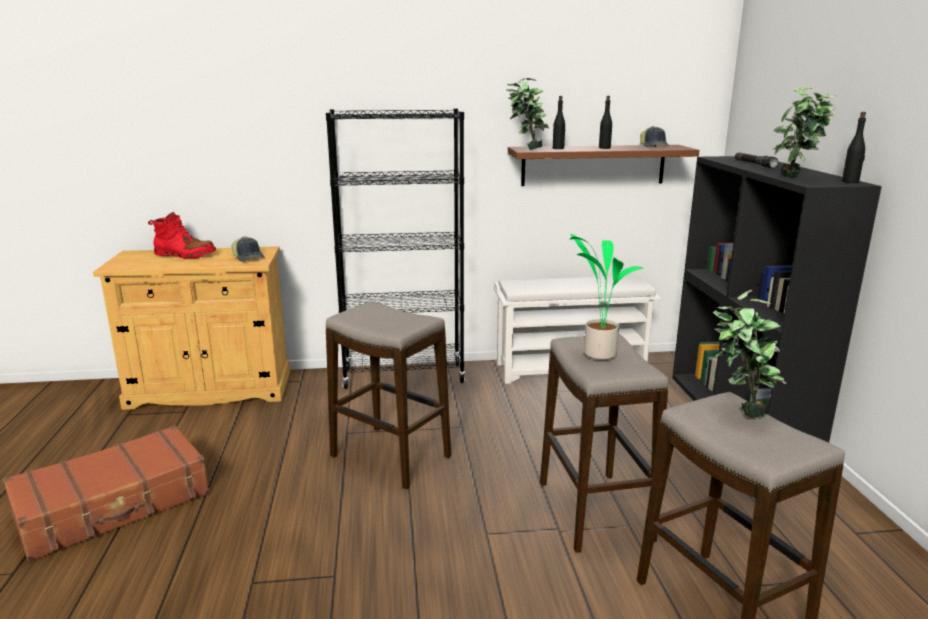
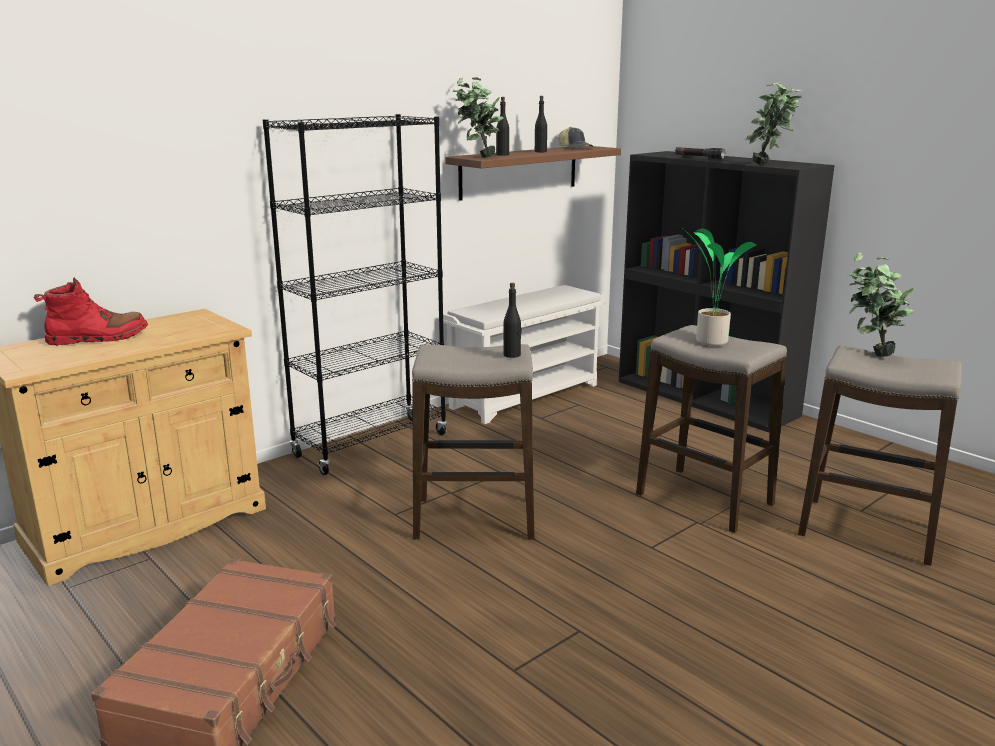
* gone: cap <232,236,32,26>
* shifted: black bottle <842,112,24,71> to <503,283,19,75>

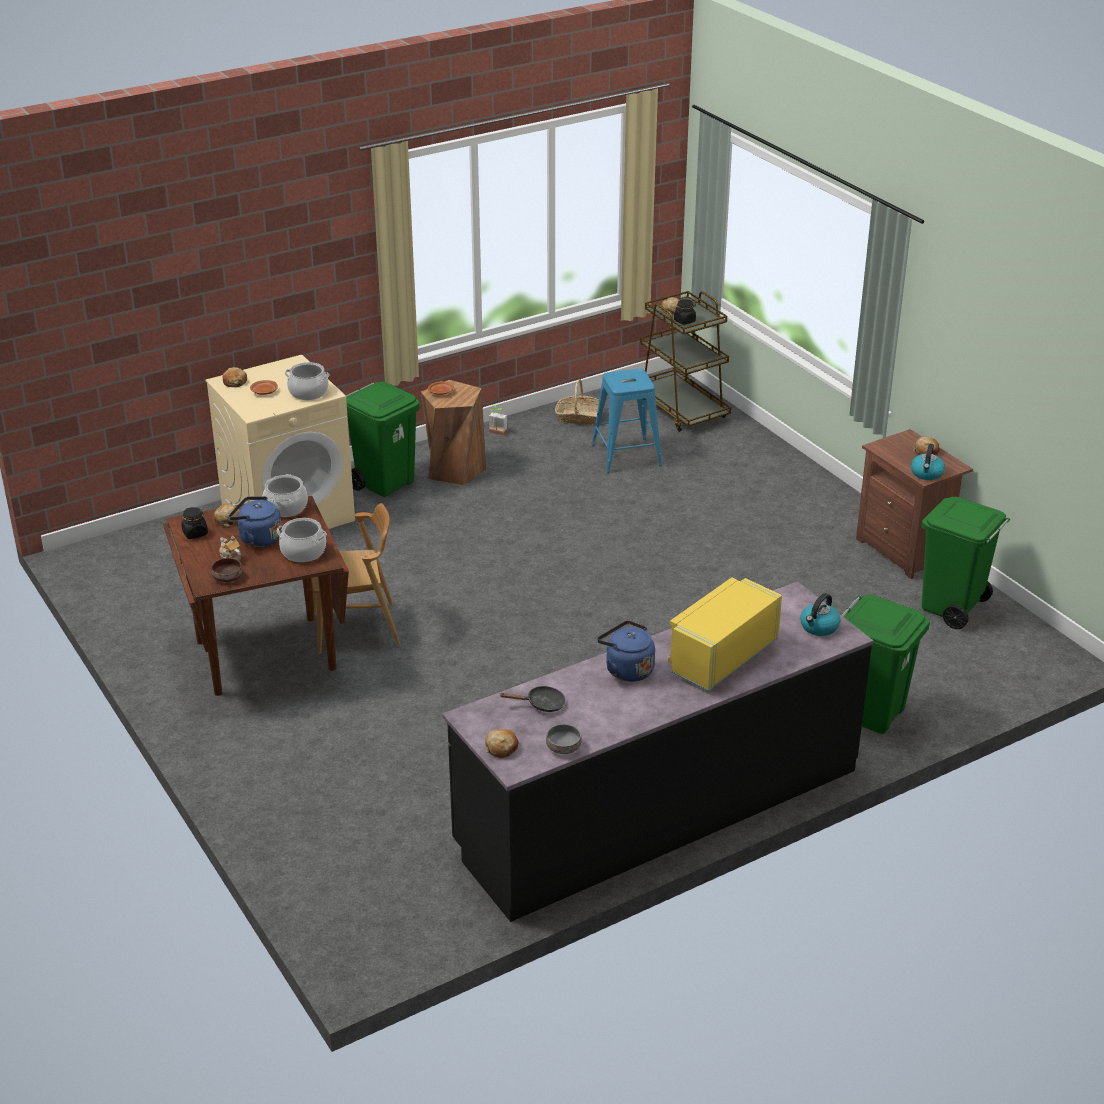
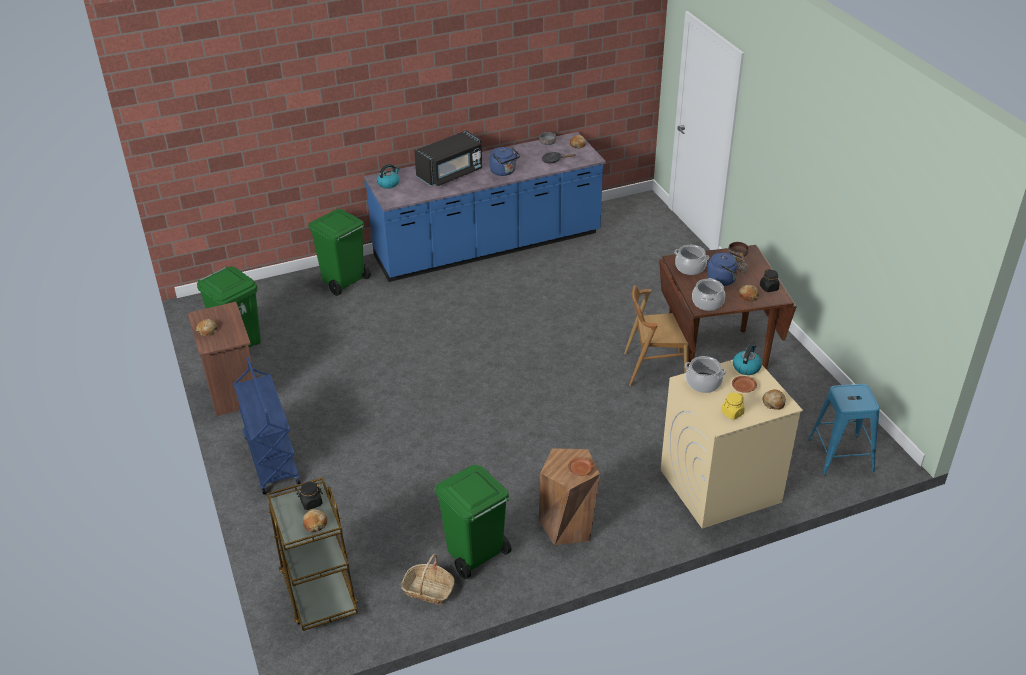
* gone: potted plant <489,405,18,31>
* new: blue cart <233,357,68,138>
* new: yellow jar <721,393,24,27>
* shifted: green trash can <346,382,74,115> to <435,465,76,114>
* shifted: blue stool <592,369,70,104> to <808,384,72,91>
* shifted: kettle <911,444,34,36> to <733,344,29,31>
* repainted: black counter <442,581,431,341> to blue counter <364,132,242,150>
* repainted: yellow microwave <668,577,114,114> to black microwave <414,131,68,55>

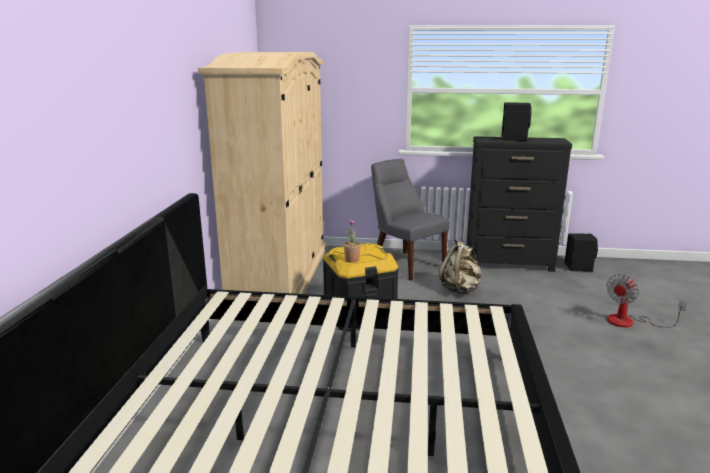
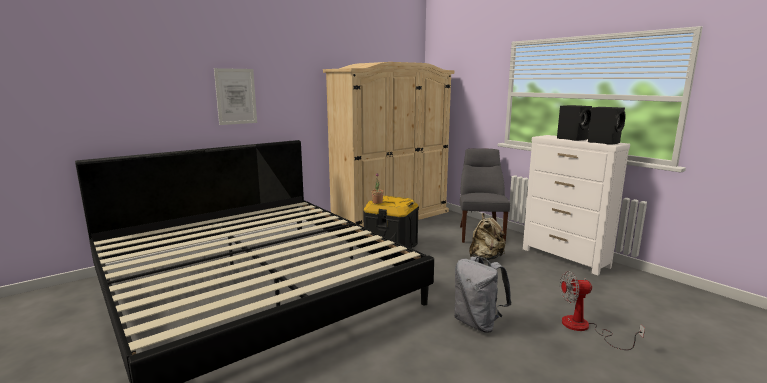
* new: picture <214,68,43,57>
* new: grey backpack <454,256,57,77>
* shifted: black speaker <564,233,34,39> to <588,107,38,38>
* repainted: black dresser <466,136,106,136> to white dresser <523,135,107,140>

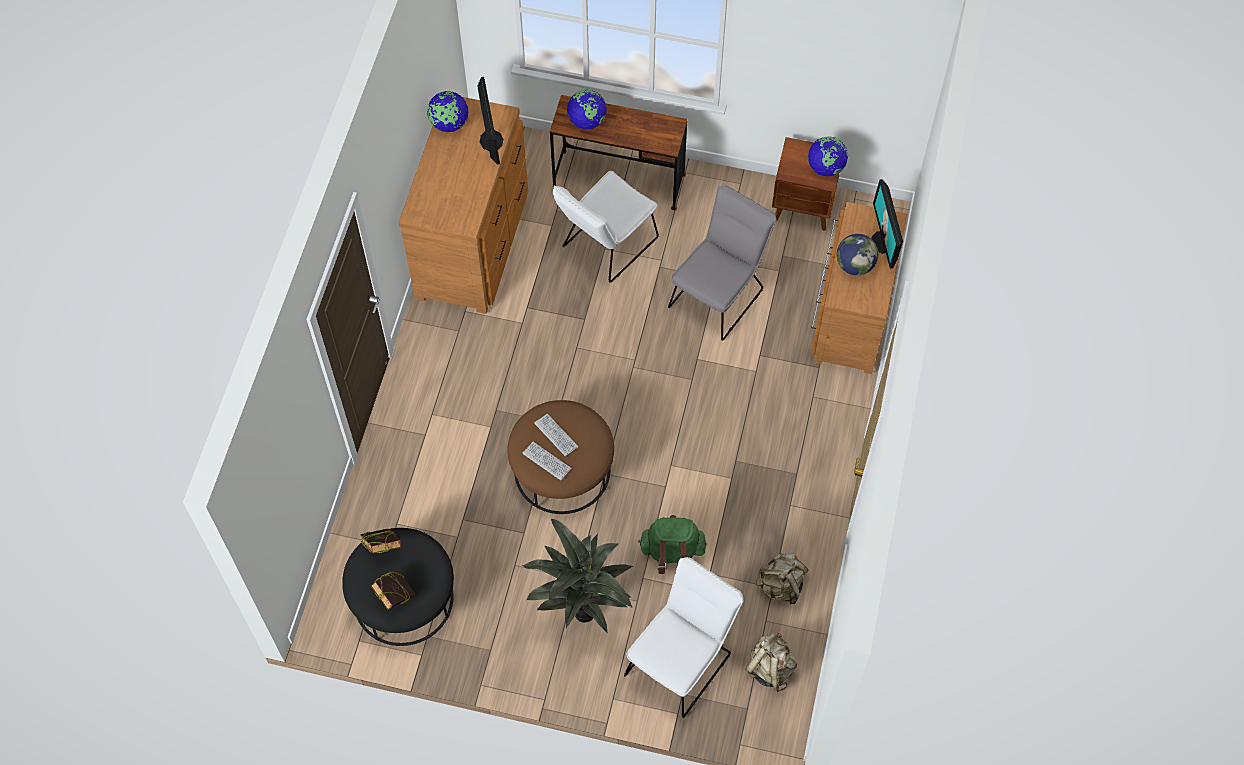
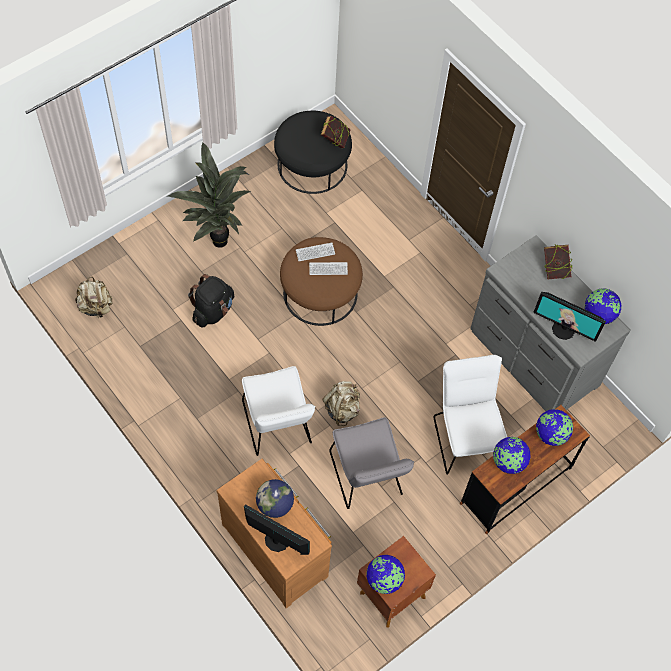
* new: globe <493,437,38,37>
* shifted: book <371,570,44,40> to <544,244,28,35>
* shifted: white chair <624,557,119,161> to <242,366,74,90>
* shifted: beige backpack <756,553,53,51> to <322,381,38,45>
* repainted: brown dresser <399,97,129,217> to grey dresser <470,235,161,176>
* repainted: green backpack <638,515,69,59> to black backpack <188,274,46,53>

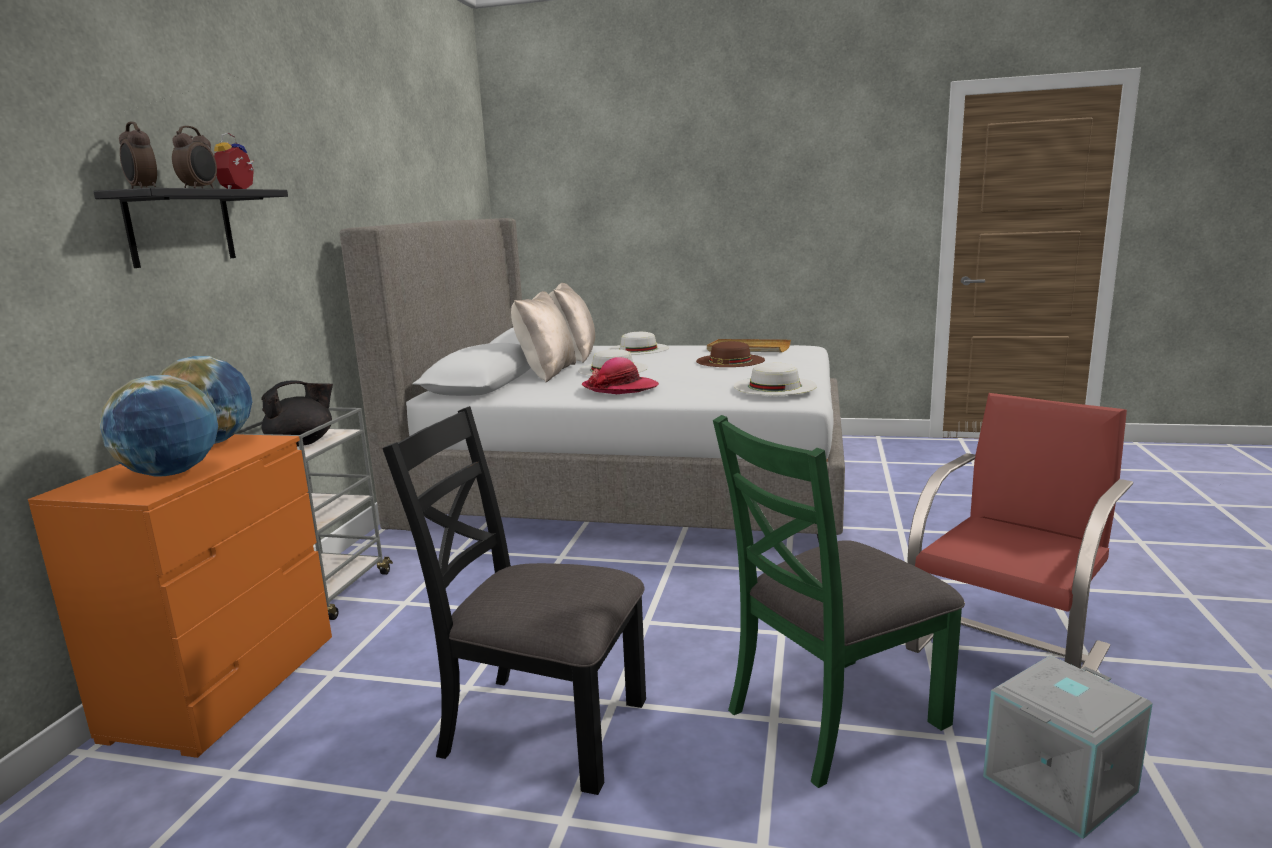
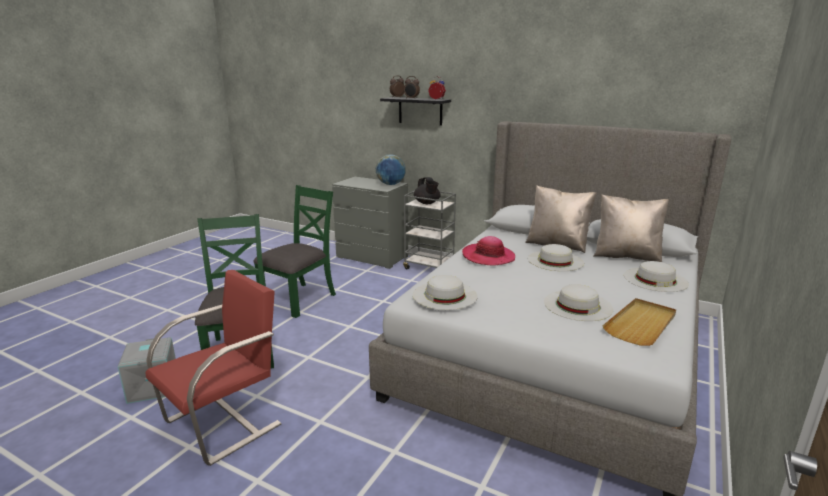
* gone: globe <99,375,119,102>
* repainted: orange dresser <28,434,304,324> to grey dresser <332,177,76,92>
* repainted: black chair <382,406,264,389> to green chair <254,185,82,133>
* repainted: brown hat <696,341,69,26> to white hat <544,284,69,37>
* rotated: red chair <906,393,227,282> = <145,270,137,196> 105 degrees counterclockwise

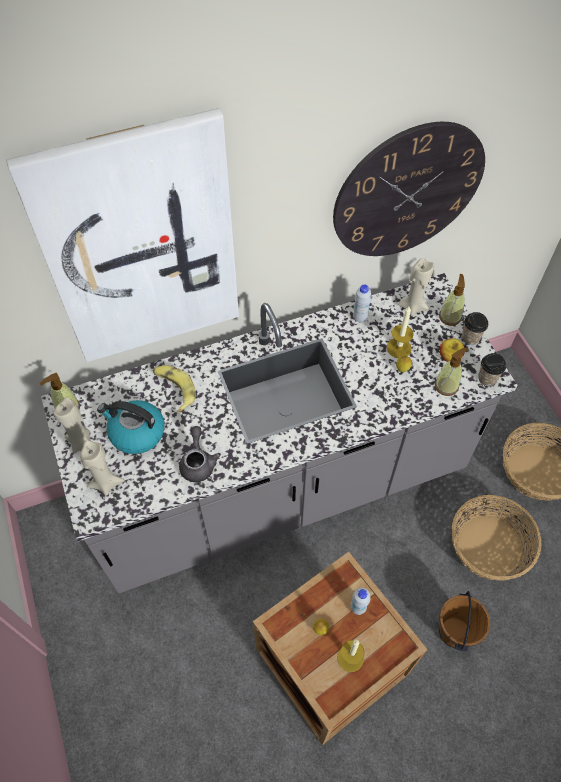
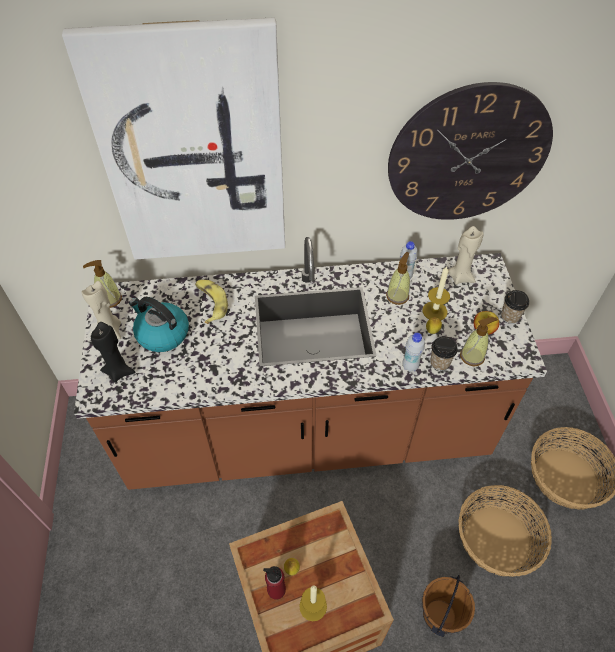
* gone: grey teapot <179,426,42,56>
* new: red bottle <263,566,23,34>
* shifted: white bottle <350,588,21,27> to <402,333,23,39>
* shifted: soap dispenser <439,274,26,52> to <386,252,24,53>
* shifted: cup <478,353,28,33> to <430,336,28,35>
* repainted: grey counter <41,273,477,320> to brown counter <74,237,473,253>
* repainted: beige candle <80,441,45,54> to black candle <91,322,45,60>

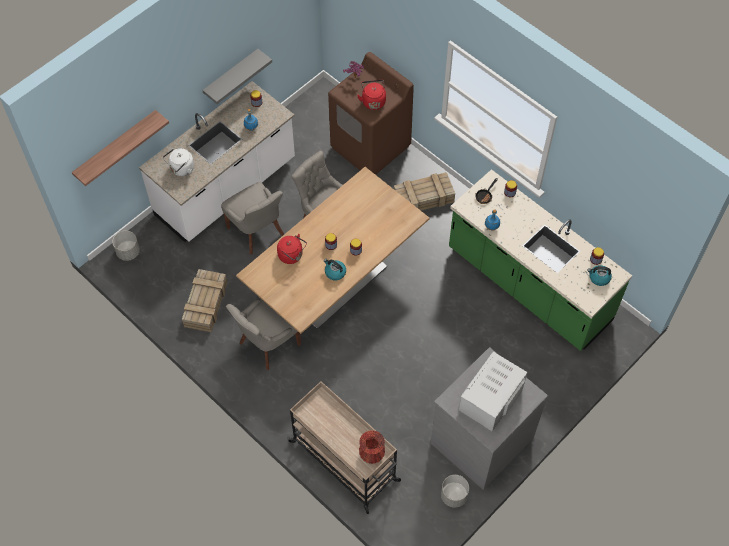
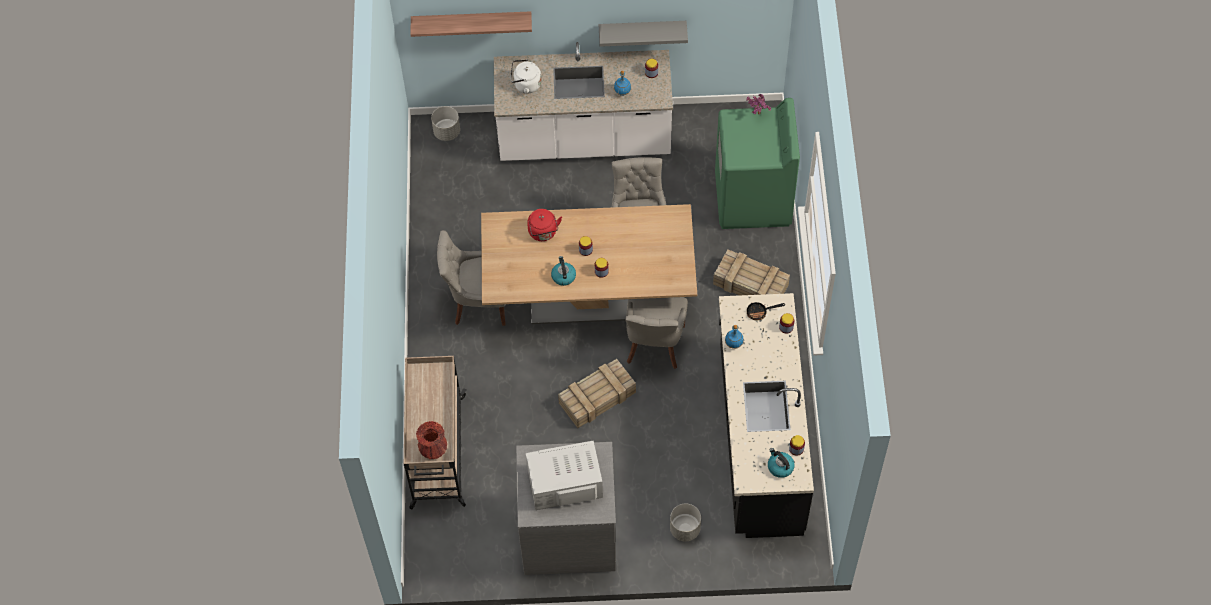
* gone: red kettle <357,80,29,30>
* shifted: crate <182,269,45,63> to <558,359,78,69>
* shifted: grey chair <221,182,63,73> to <625,297,63,72>
* shifted: grey planter <441,475,28,33> to <670,503,31,38>
* repainted: brown washing machine <328,52,86,123> to green washing machine <715,98,85,131>
* repainted: green counter <449,169,183,182> to black counter <719,293,95,245>

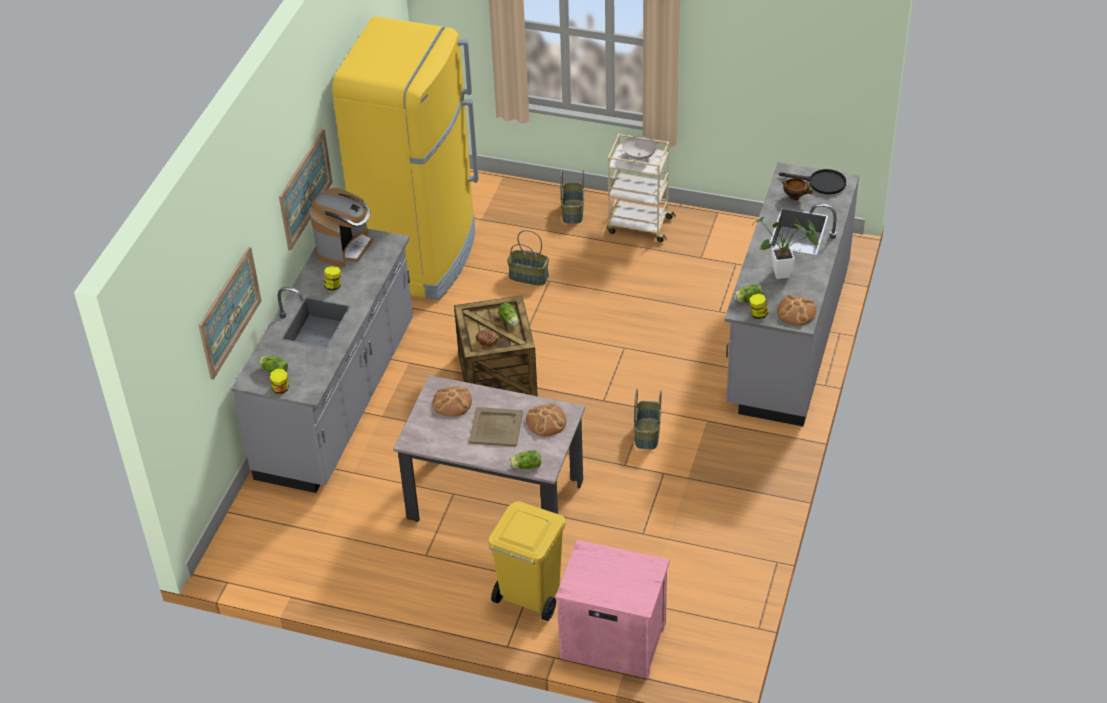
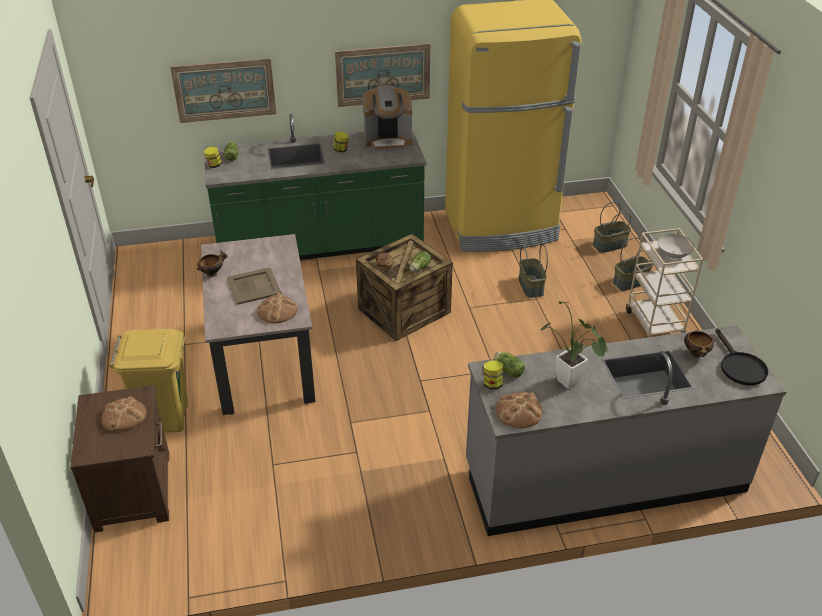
* gone: lettuce <509,450,32,19>
* new: bowl <197,250,31,27>
* shifted: bread <433,386,39,31> to <101,396,45,36>
* shifted: basket <634,389,28,60> to <593,202,38,51>
* repainted: grey counter <231,229,182,264> to green counter <204,114,222,146>
* repainted: pink nightstand <555,540,115,139> to brown nightstand <70,385,99,148>

